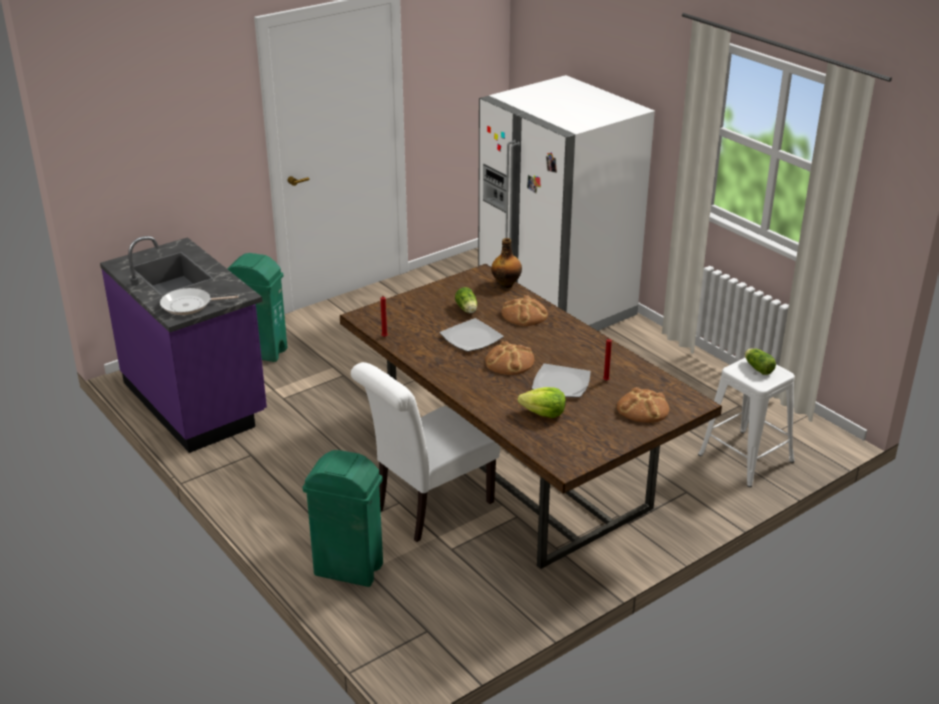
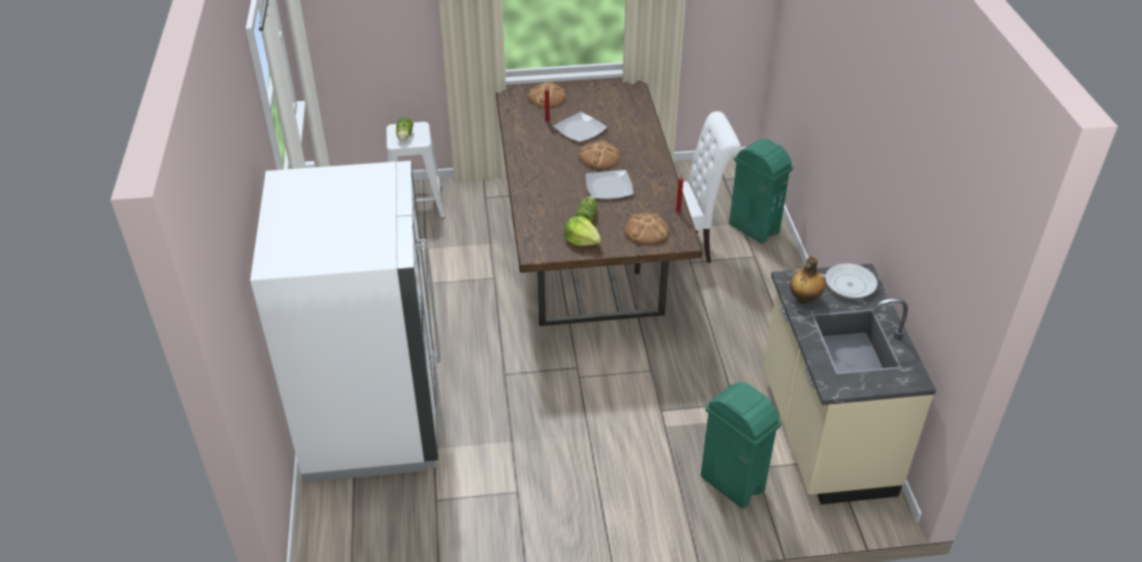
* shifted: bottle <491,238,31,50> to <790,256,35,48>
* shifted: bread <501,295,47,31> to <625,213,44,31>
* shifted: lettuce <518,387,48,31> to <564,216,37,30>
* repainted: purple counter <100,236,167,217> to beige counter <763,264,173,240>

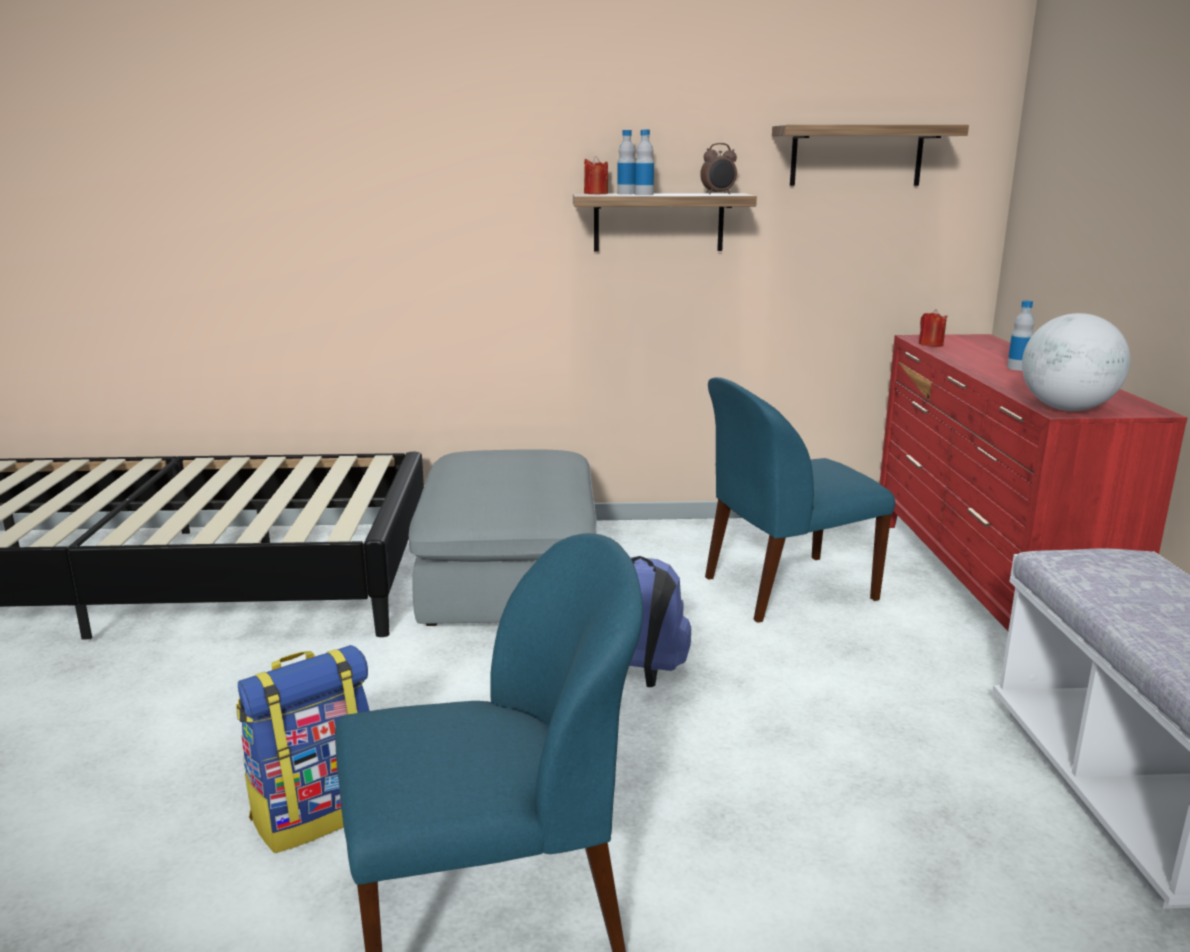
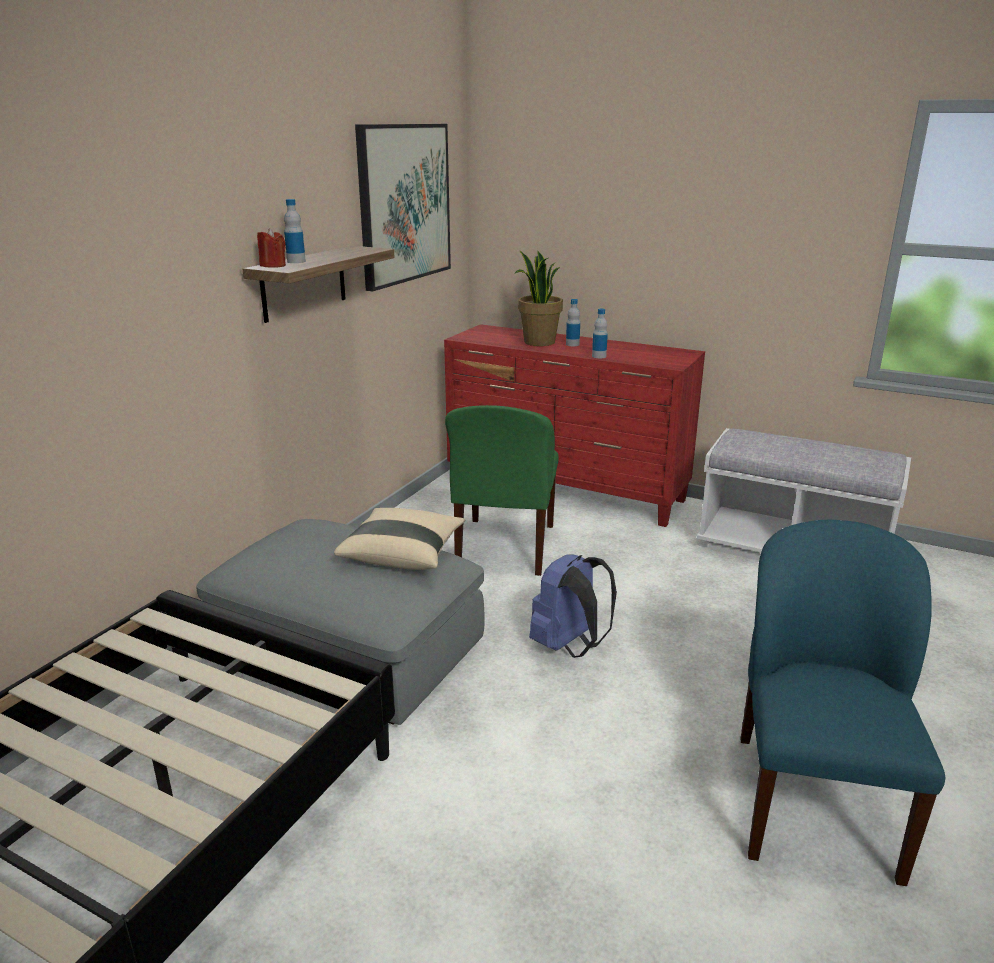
* gone: backpack <236,645,134,208>
* gone: alarm clock <700,143,37,51>
* gone: red candle <918,309,30,38>
* gone: globe <1022,313,108,98>
* new: beige pillow <334,508,132,62>
* new: potted plant <514,251,49,95>
* shifted: bottle <635,130,19,65> to <592,309,16,49>
* swapped: shelf <772,125,197,61> to picture <355,124,96,167>
* repainted: blue chair <705,377,190,246> to green chair <445,405,114,171>

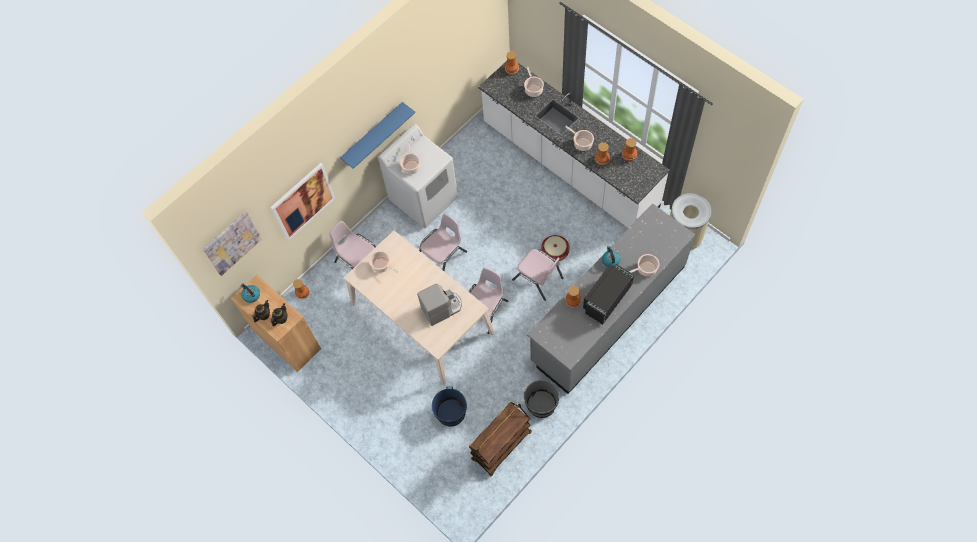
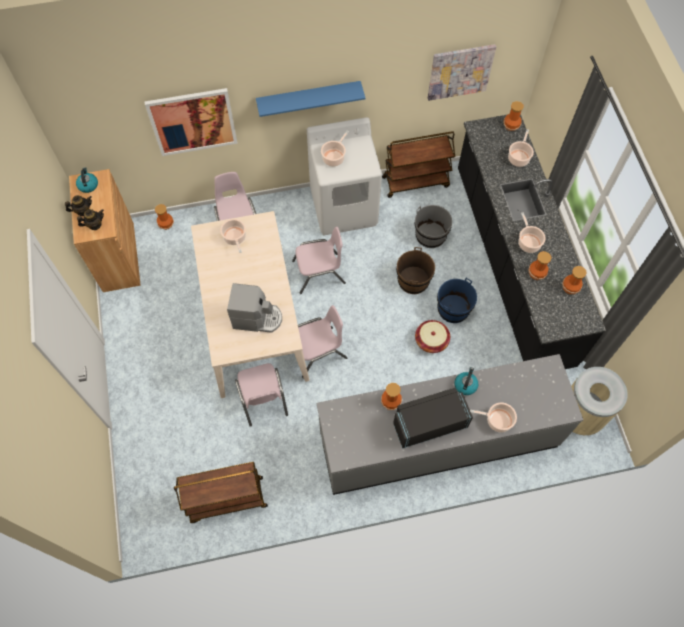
* new: brown cart <382,131,73,67>
* new: brown bucket <396,247,39,47>
* shifted: picture <203,211,59,65> to <428,44,68,57>
* shifted: blue bucket <432,386,35,40> to <437,278,40,45>
* shifted: pink chair <512,249,51,52> to <235,363,53,64>
* shifted: grey bucket <524,380,36,38> to <415,205,37,43>
* repainted: white counter <478,61,192,167> to black counter <458,114,148,255>

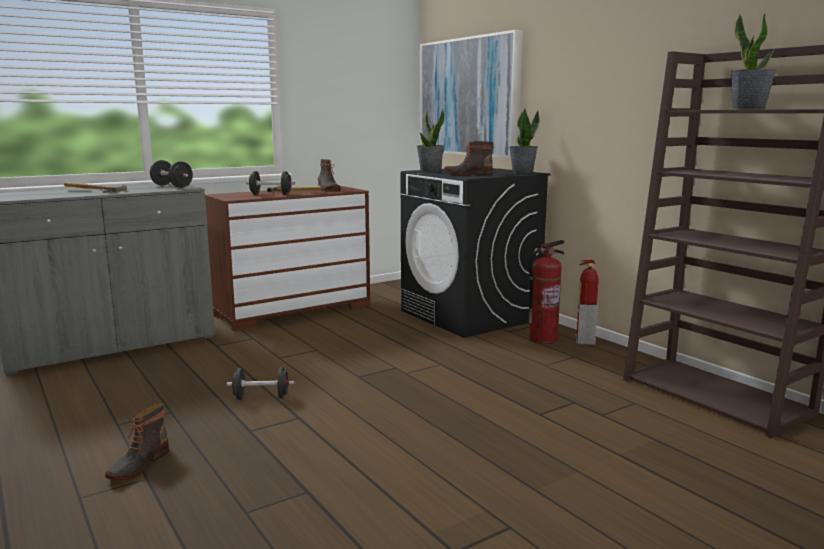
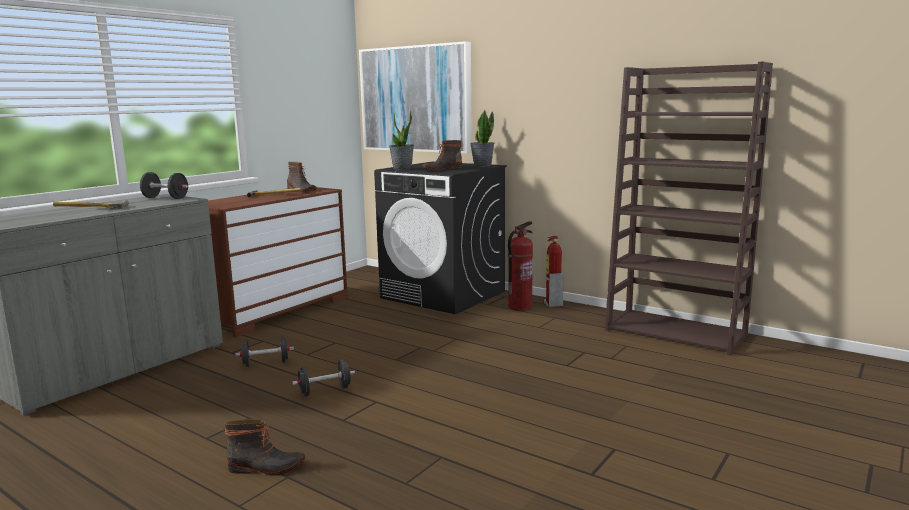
* gone: potted plant <730,13,46,97>
* shifted: black dumbbell <246,171,49,24> to <235,336,59,31>
* rotated: boot <105,403,64,77> = <225,420,80,56> 90 degrees counterclockwise

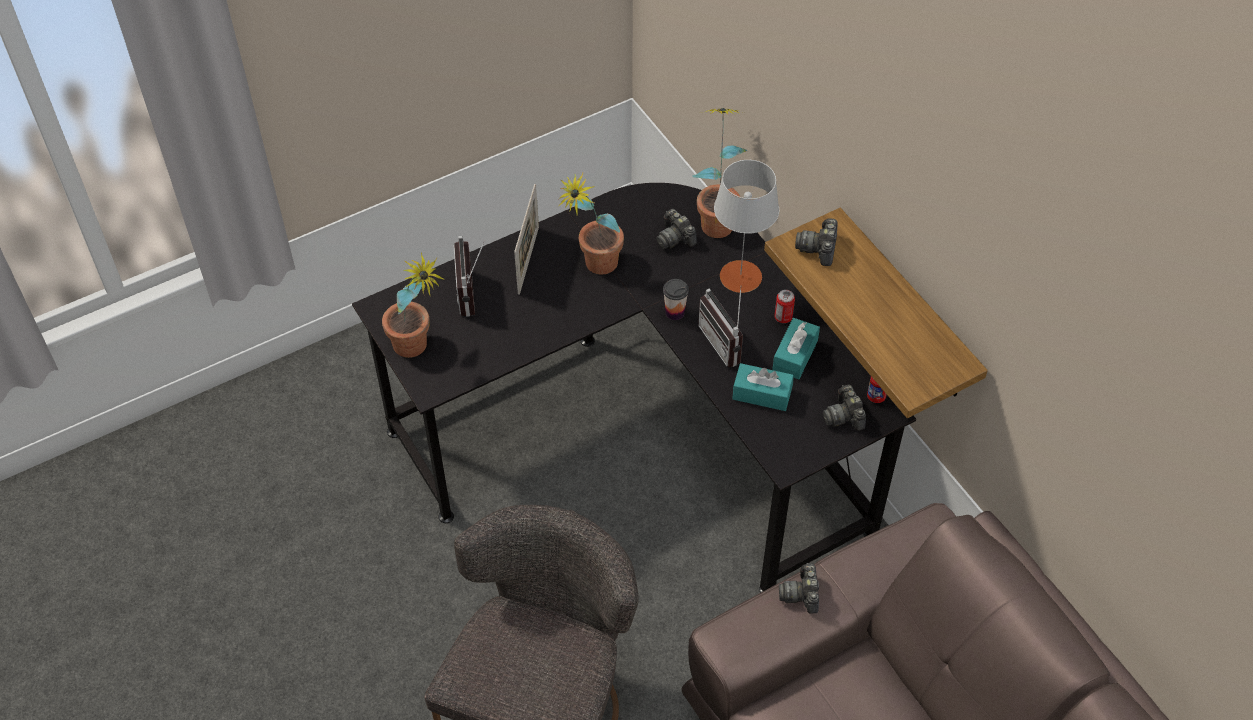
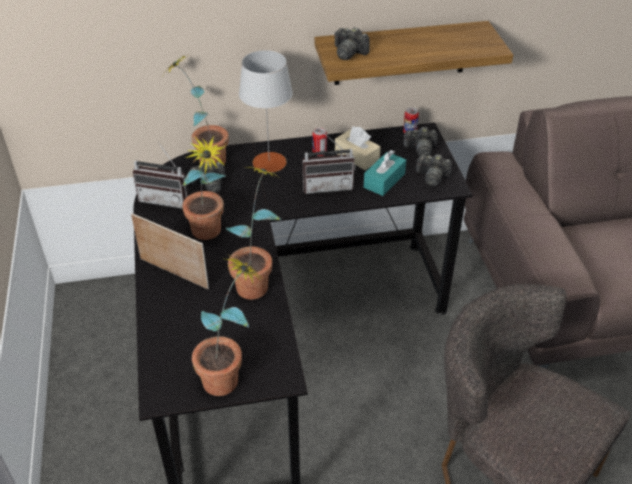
* gone: cup <663,279,26,41>
* new: potted plant <226,167,55,132>
* shifted: radio <453,236,32,81> to <133,142,55,67>
* shifted: photo camera <779,563,40,51> to <416,154,36,33>
* repainted: turquoise tissue box <772,318,48,61> to beige tissue box <335,126,45,44>

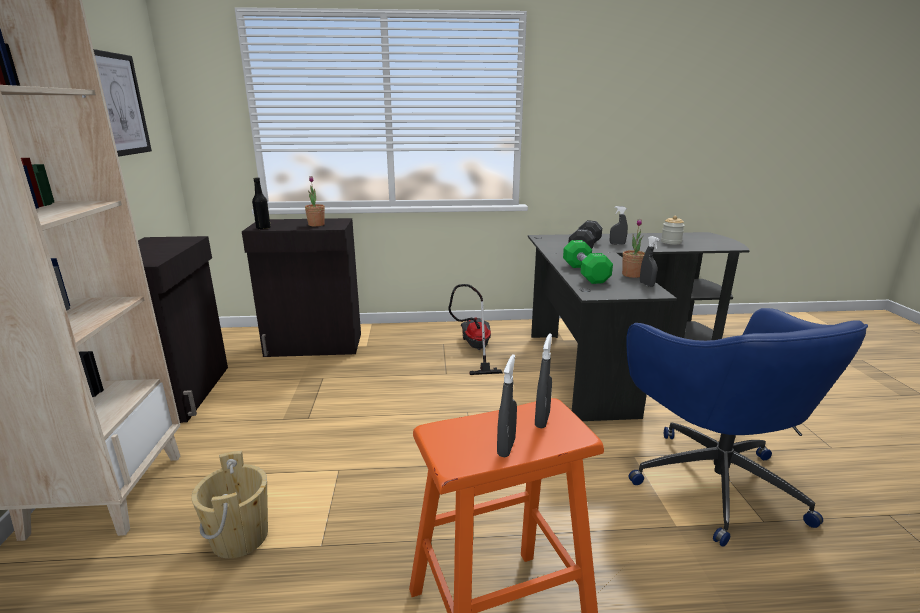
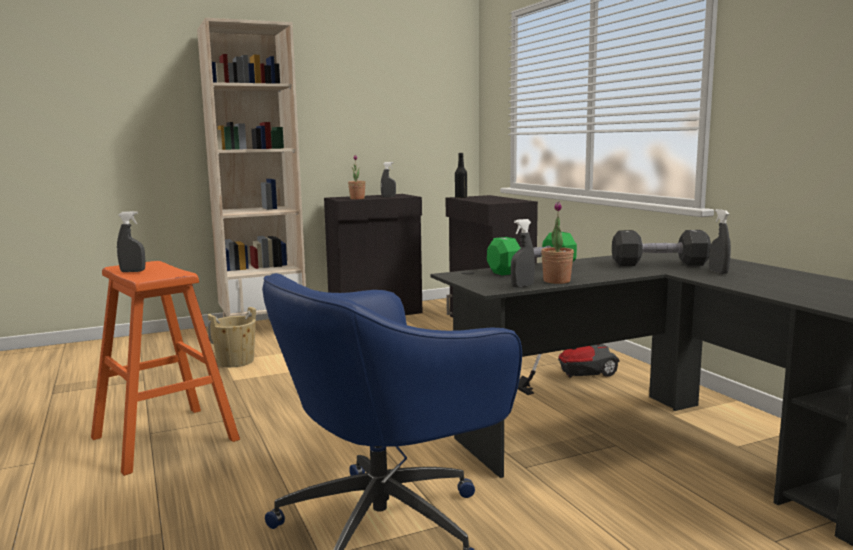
* gone: picture <93,49,59,108>
* gone: jar <661,216,24,28>
* shifted: potted plant <305,176,20,50> to <348,155,18,44>
* shifted: grey spray bottle <535,333,17,95> to <381,162,15,35>

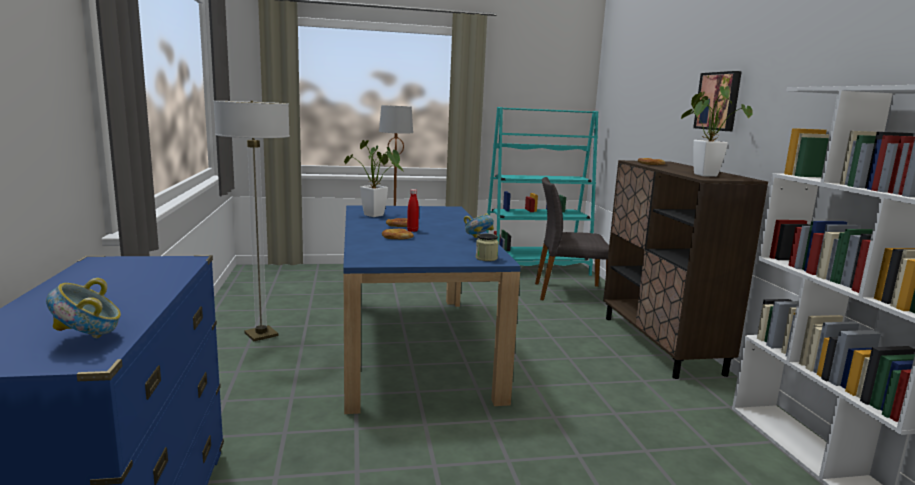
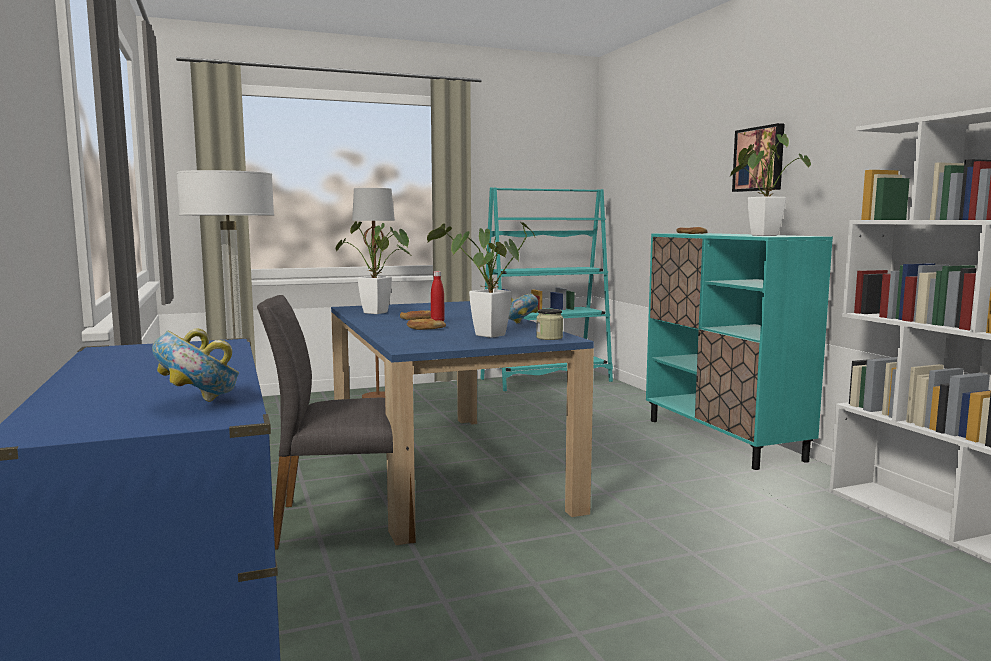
* new: potted plant <427,222,108,116>
* shifted: grey chair <535,177,74,123> to <257,295,159,255>
* repainted: brown cabinet <603,160,165,219> to turquoise cabinet <646,233,187,237>

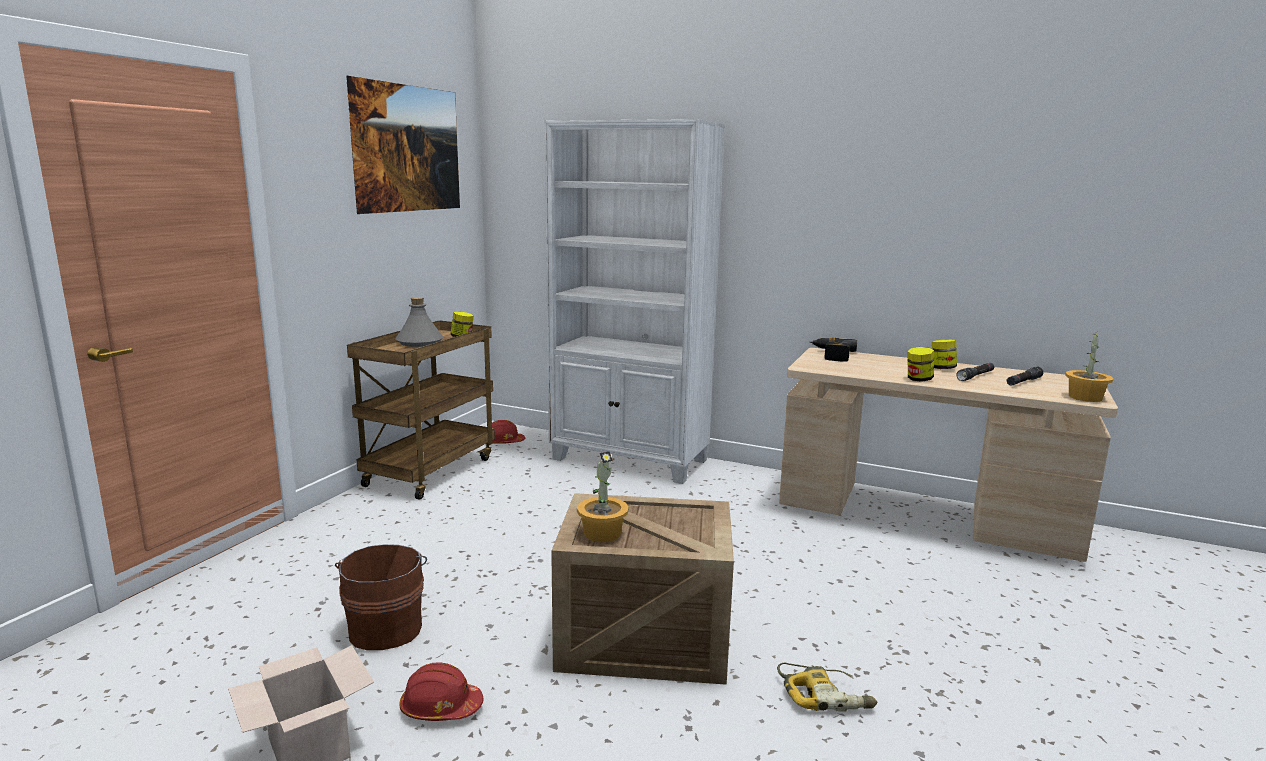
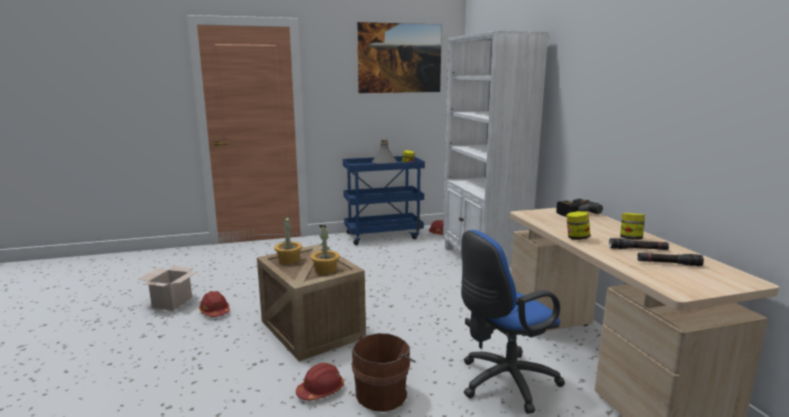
* new: blue office chair <461,230,104,184>
* shifted: brown bucket <335,544,92,106> to <351,333,65,79>
* shifted: potted plant <1065,332,48,70> to <311,225,29,50>
* swapped: power drill <777,663,101,49> to red hard hat <296,363,48,37>
* repainted: brown cart <347,320,148,180> to blue cart <343,156,82,89>

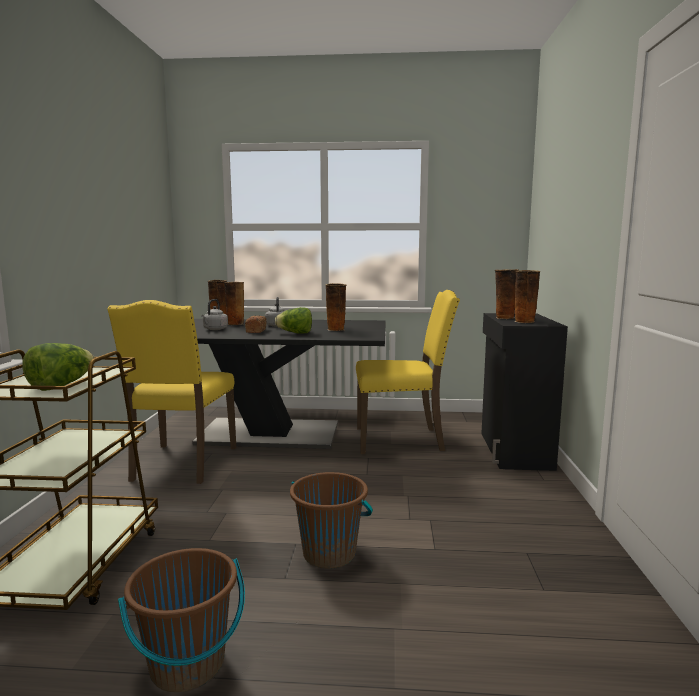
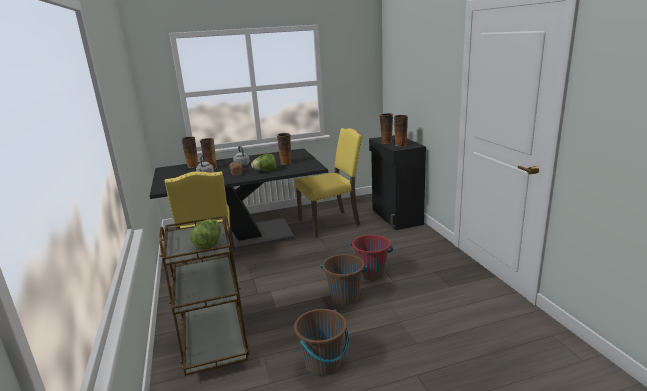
* new: red bucket <350,235,43,46>

